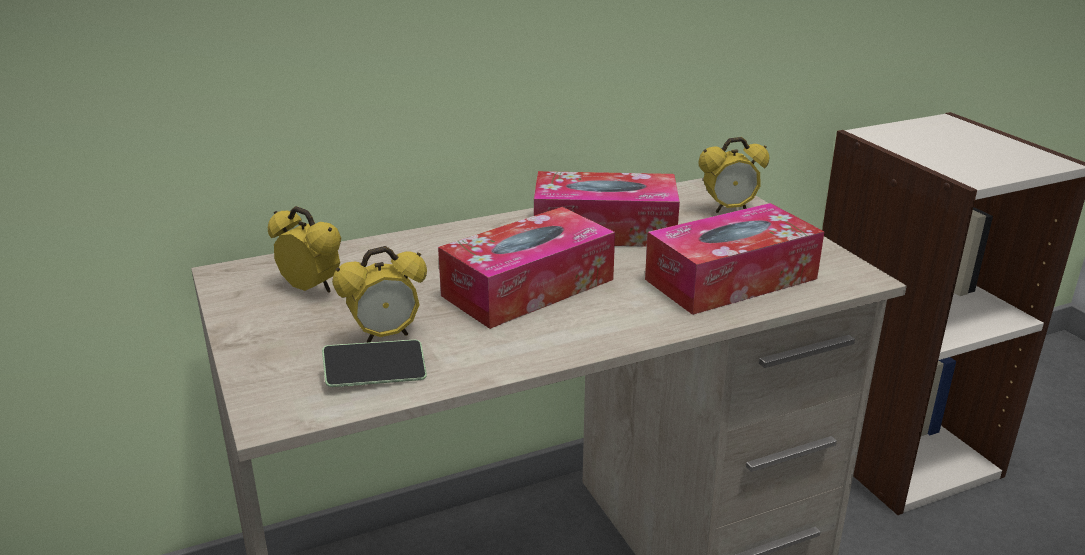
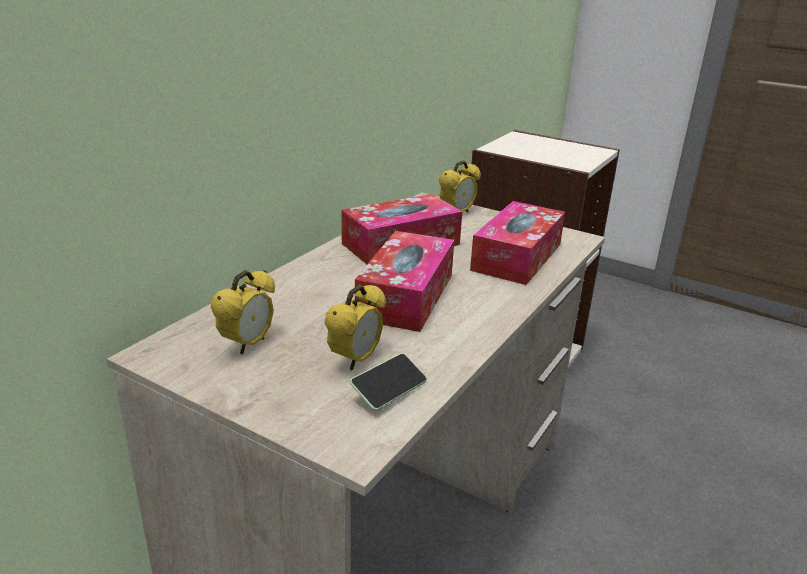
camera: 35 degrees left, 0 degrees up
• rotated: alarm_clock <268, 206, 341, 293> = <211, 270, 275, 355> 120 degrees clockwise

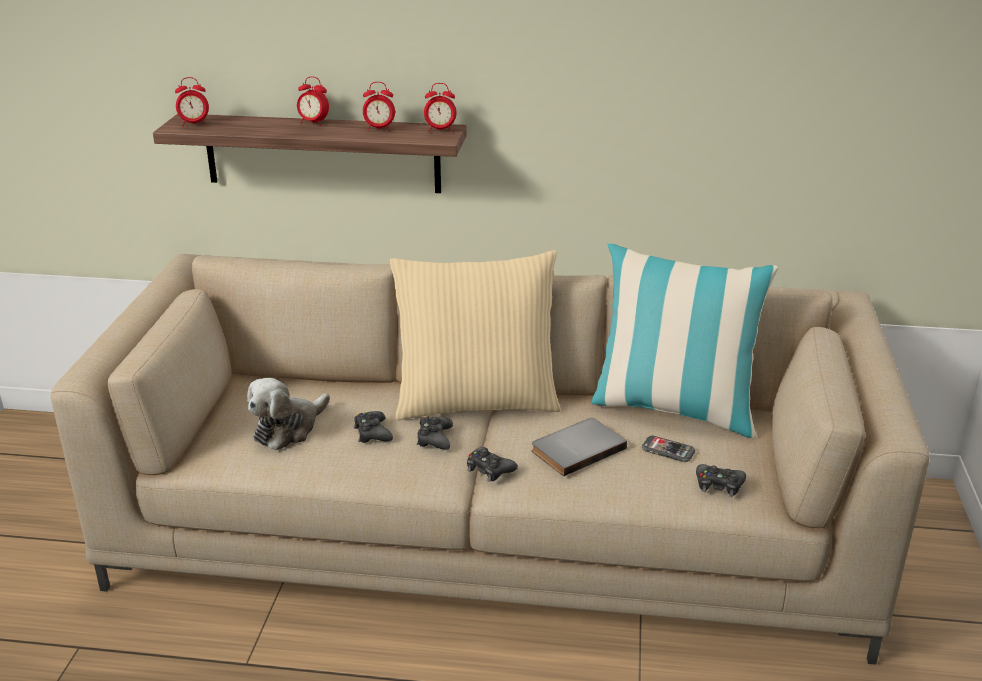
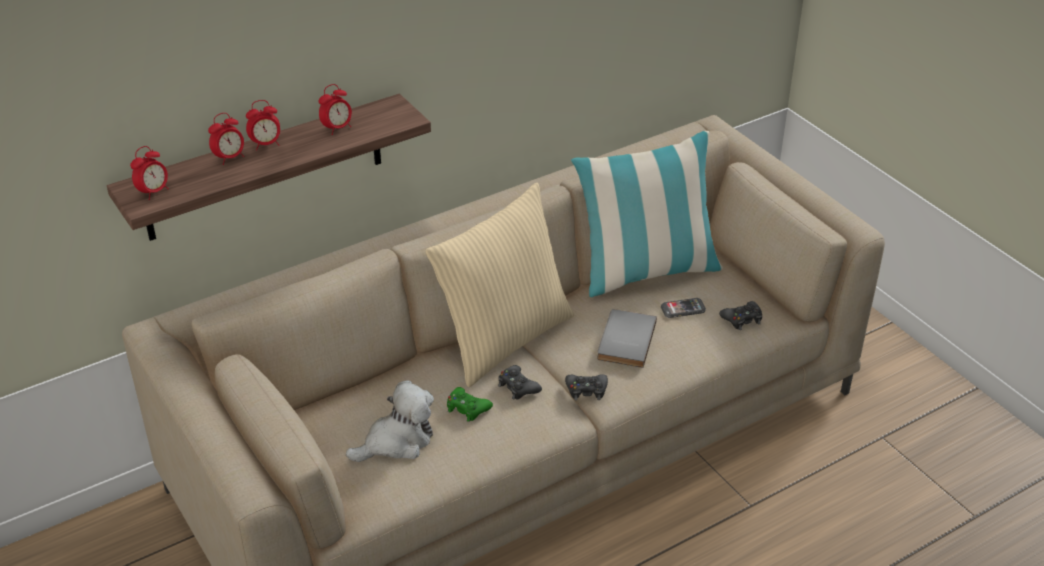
camera: 40 degrees left, 10 degrees up
• shifted: alarm_clock <424, 83, 457, 132> to <208, 113, 244, 165>
• rotated: plush_toy <247, 378, 330, 450> = <346, 380, 434, 462> 120 degrees counterclockwise
• repainted: black_game_controller <354, 411, 393, 443> to green_game_controller <447, 387, 493, 422>

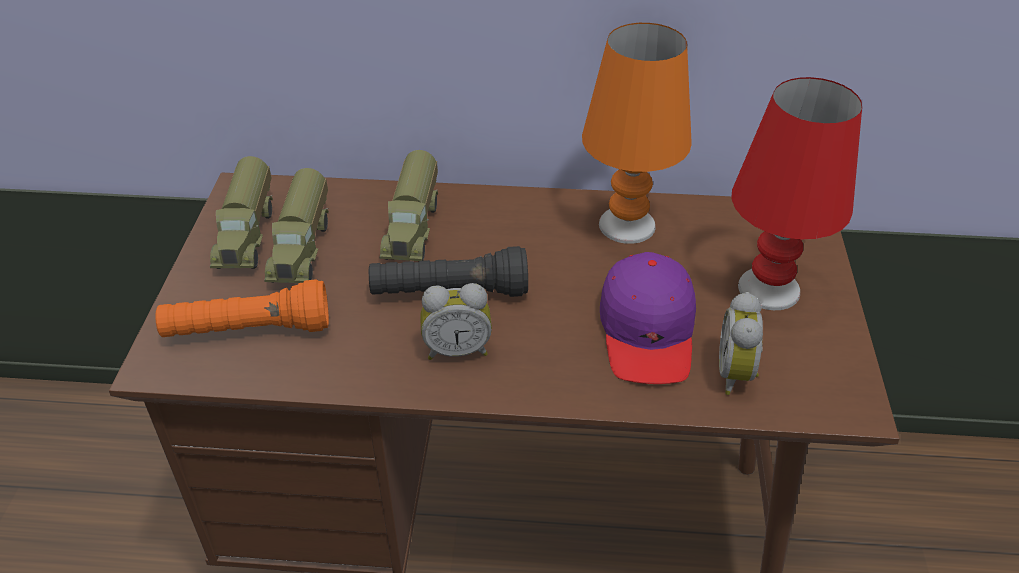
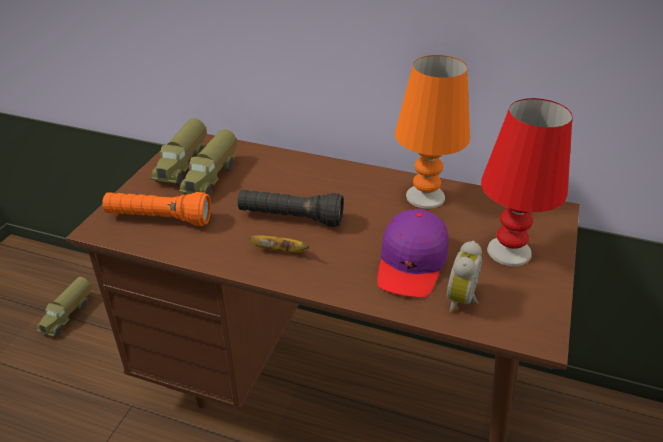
camera: 15 degrees right, 5 degrees down
• shifted: toy_truck <380, 150, 438, 261> to <36, 277, 92, 337>
• swapped: alarm_clock <420, 283, 492, 360> to banana <249, 235, 309, 253>

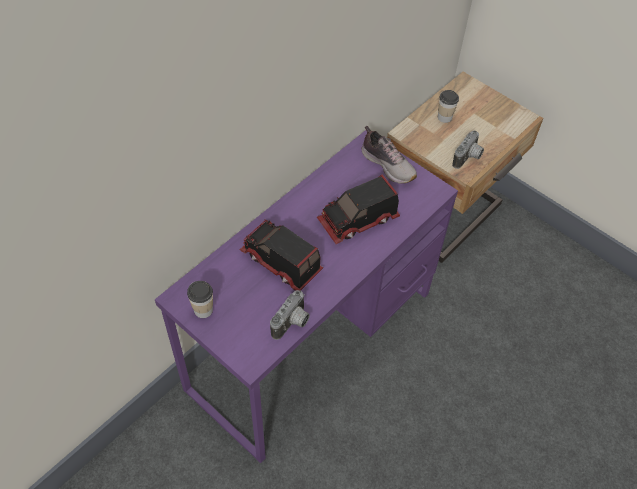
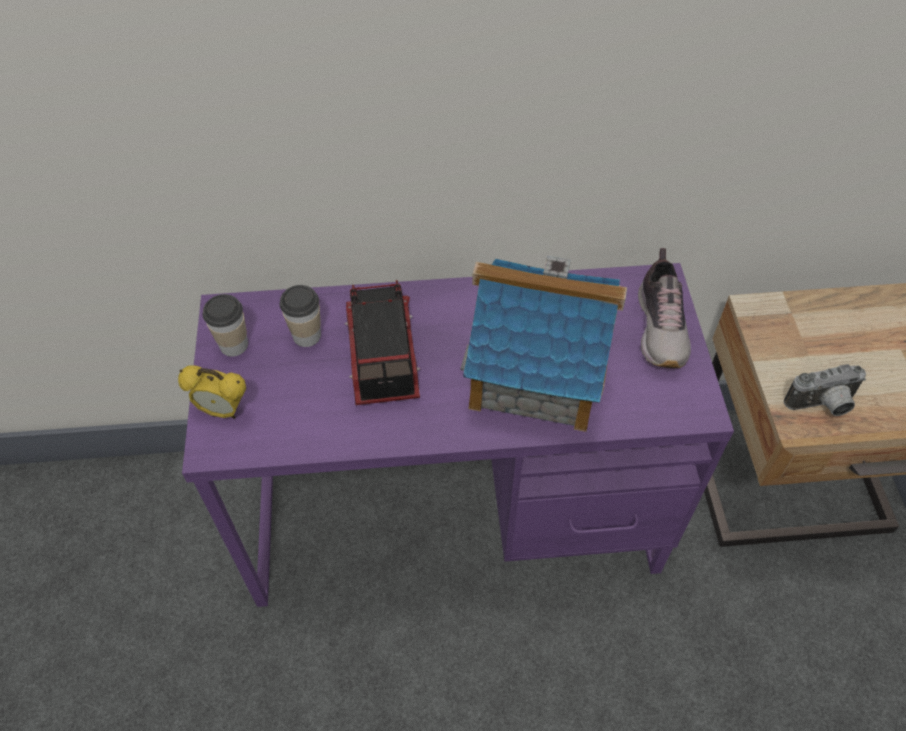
camera: 45 degrees right, 0 degrees up
• shifted: cup <438, 90, 459, 123> to <280, 285, 321, 347>
• swapped: toy_truck <317, 174, 400, 244> to toy_house <461, 256, 627, 432>
• gone: photo_camera <270, 290, 310, 340>
• new: alarm_clock <178, 365, 246, 419>

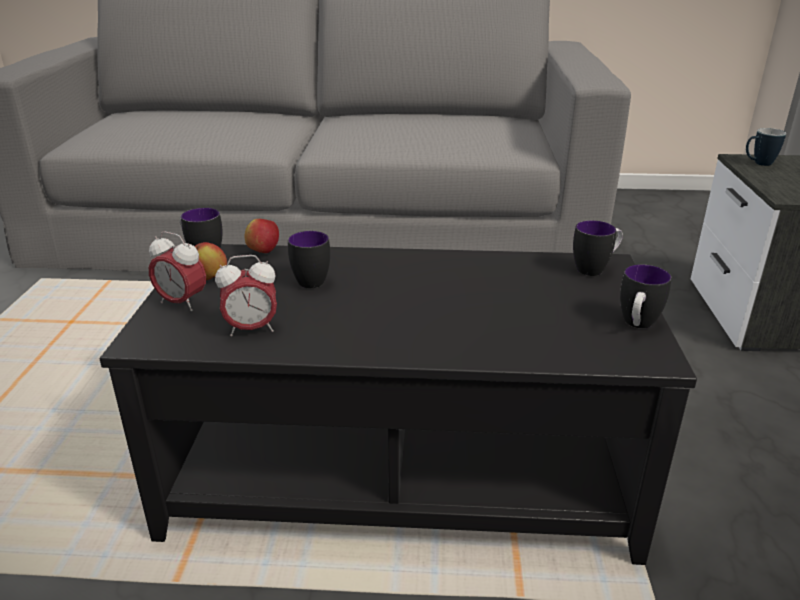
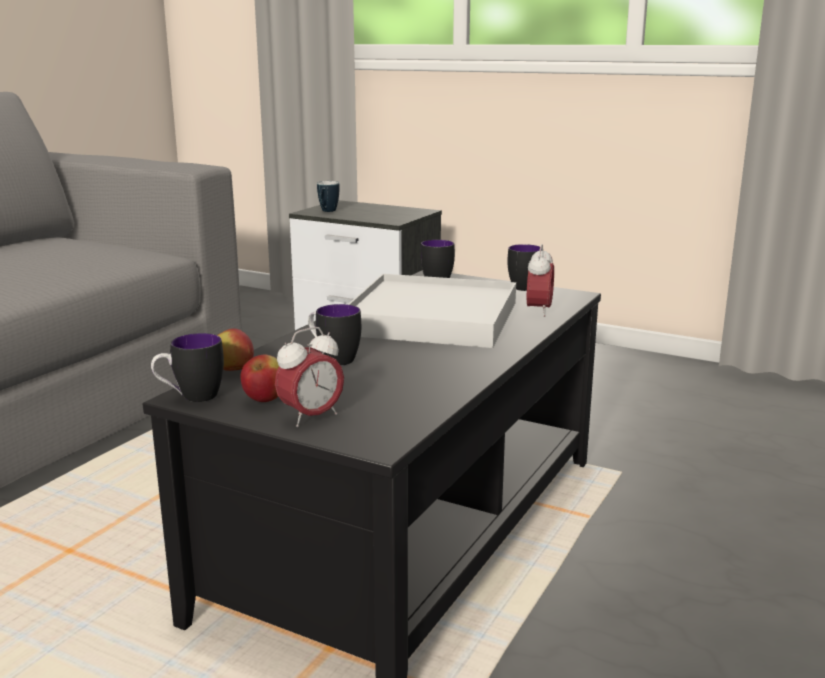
camera: 65 degrees left, 10 degrees down
• shifted: alarm_clock <215, 255, 277, 336> to <527, 244, 554, 317>
• new: white_tray <348, 274, 516, 348>

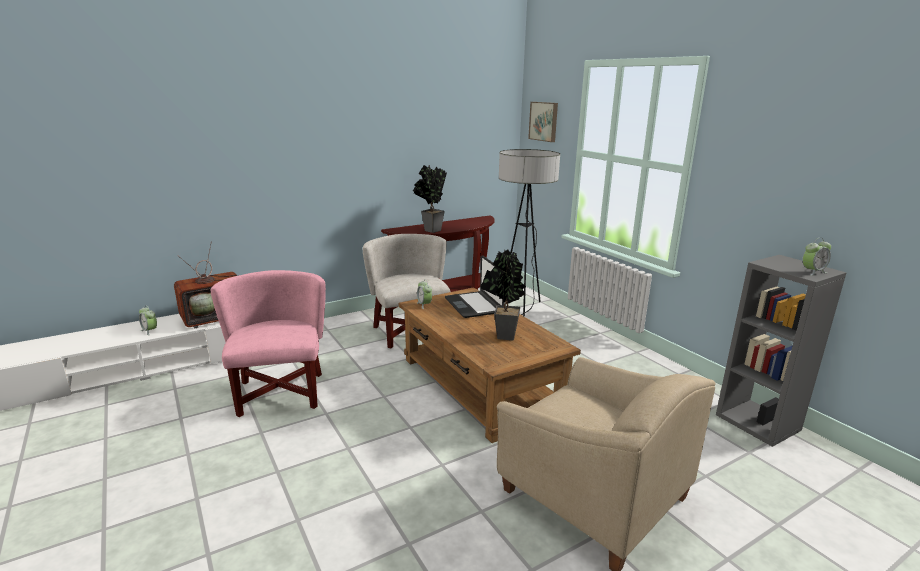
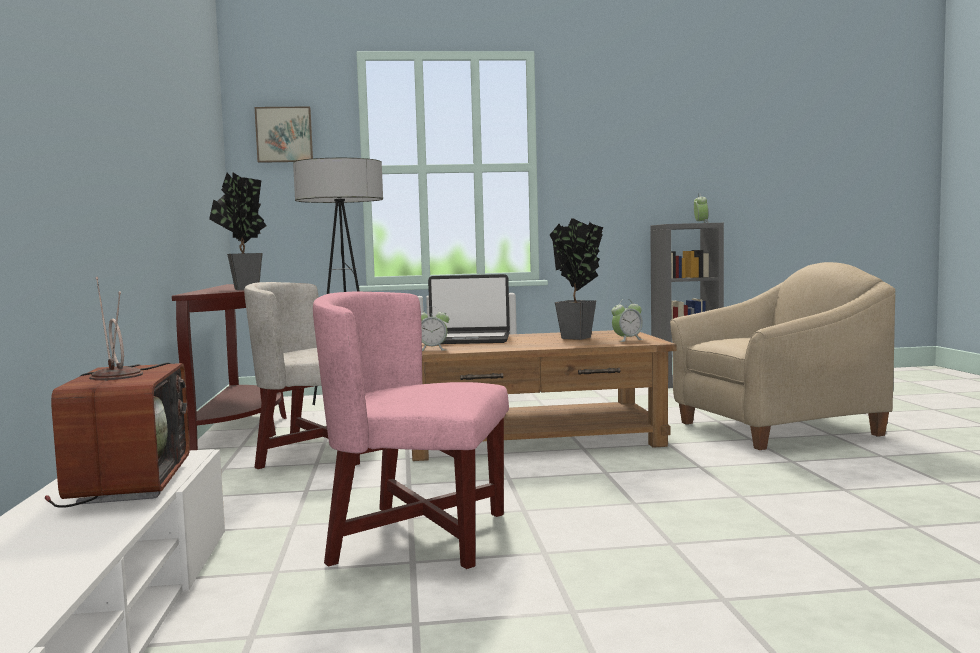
camera: 65 degrees left, 15 degrees down
• shifted: alarm_clock <139, 306, 157, 336> to <611, 299, 643, 342>

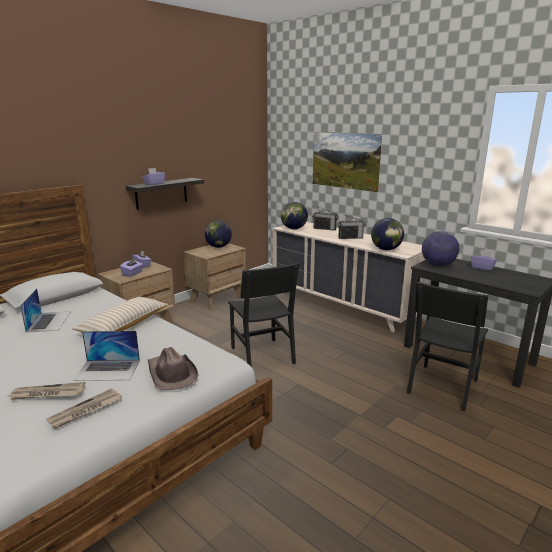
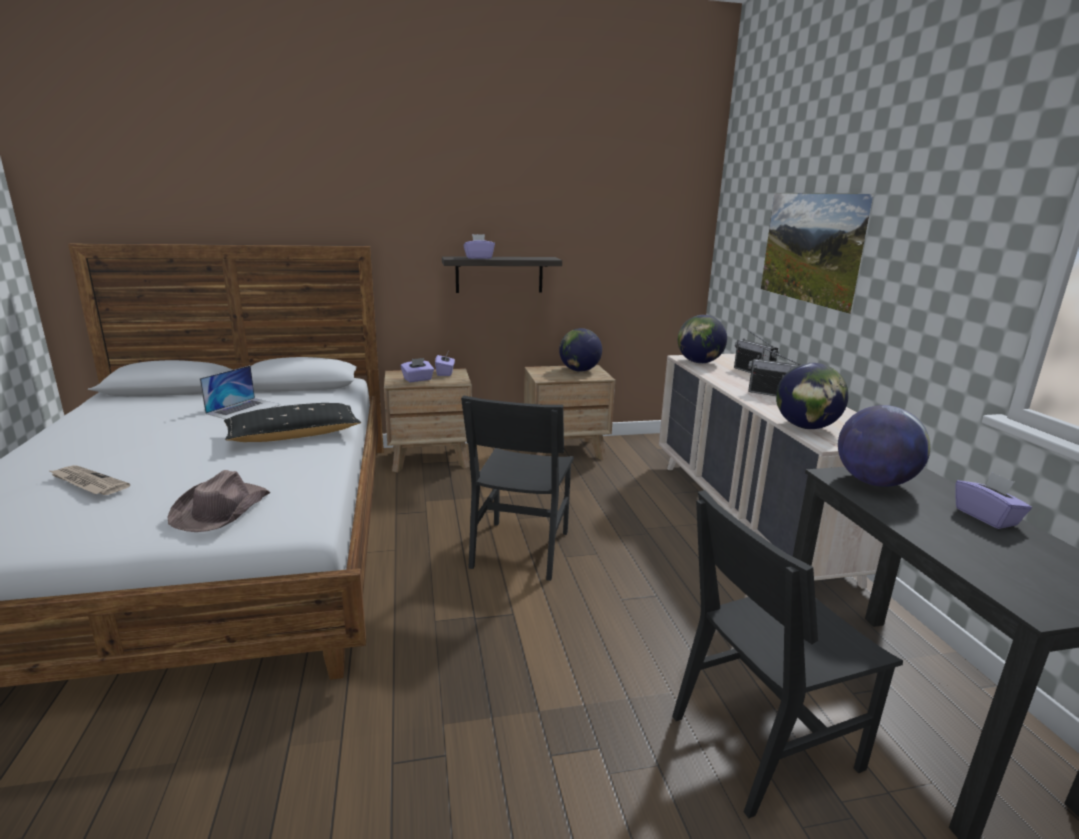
camera: 35 degrees right, 0 degrees up
• repainted: beige_pillow <72, 297, 168, 332> to black_pillow <224, 403, 361, 442>
• gone: laptop <73, 331, 140, 381>
• gone: newspaper <47, 388, 122, 429>

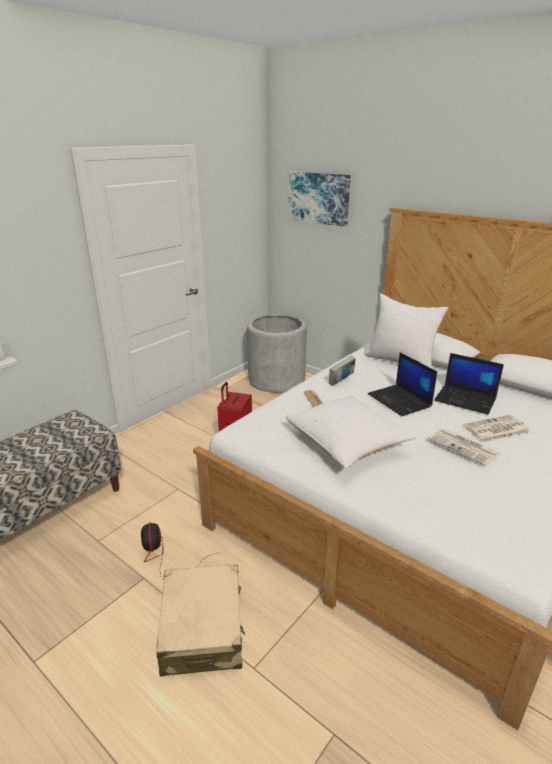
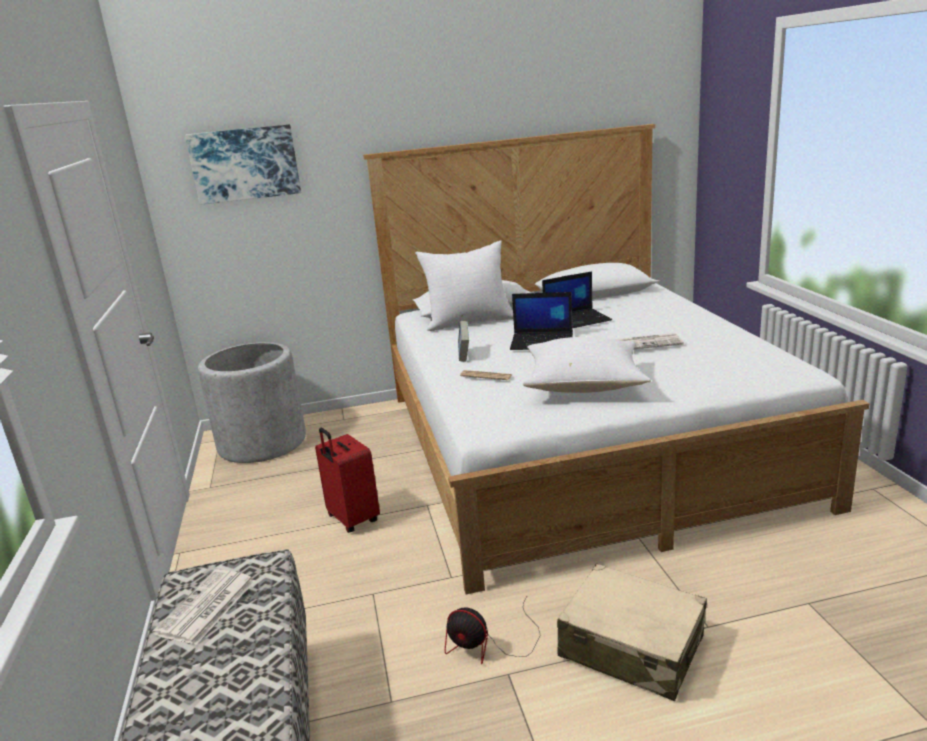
camera: 50 degrees left, 5 degrees down
• shifted: newspaper <463, 415, 530, 442> to <152, 569, 255, 645>

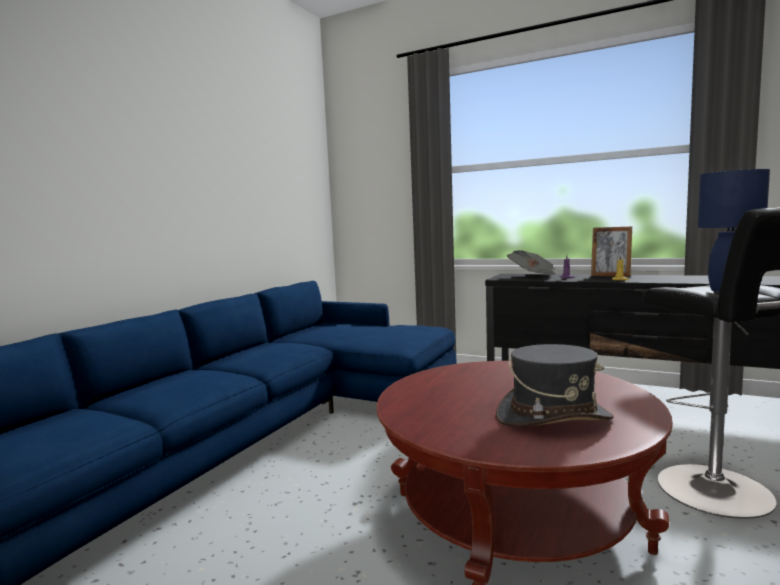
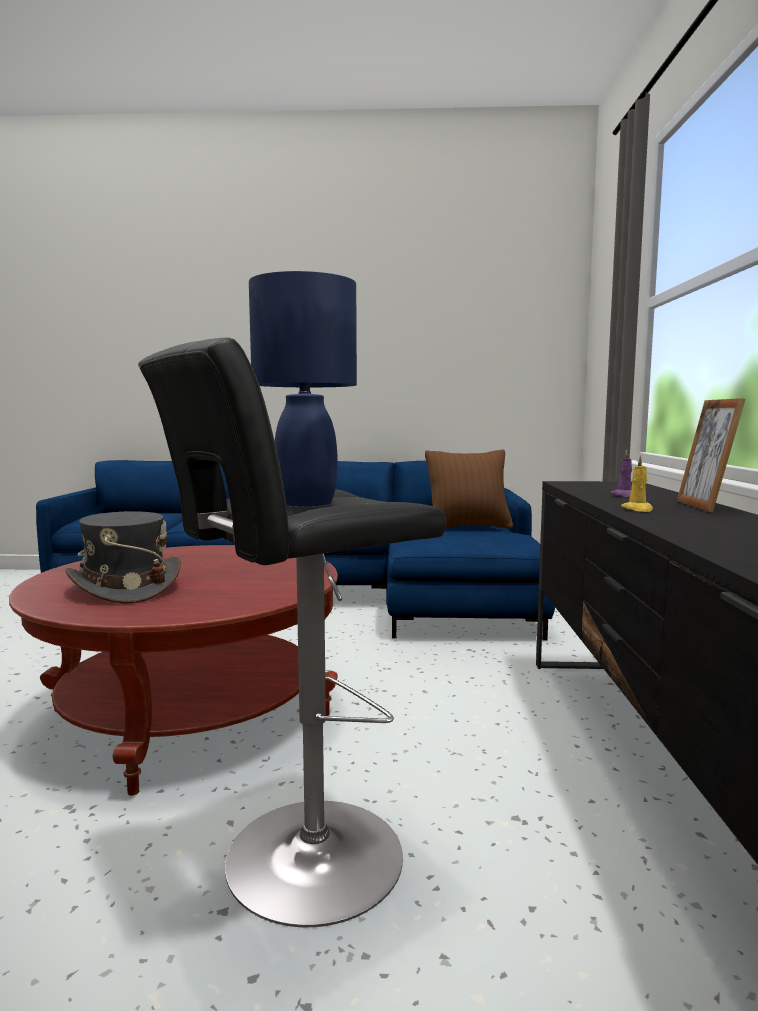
camera: 65 degrees right, 0 degrees up
• gone: newspaper <507, 250, 556, 275>
• new: brown_pillow <425, 450, 513, 529>

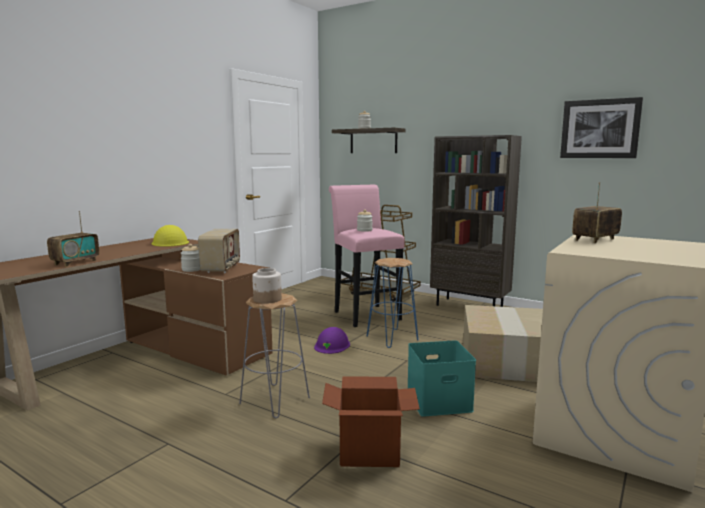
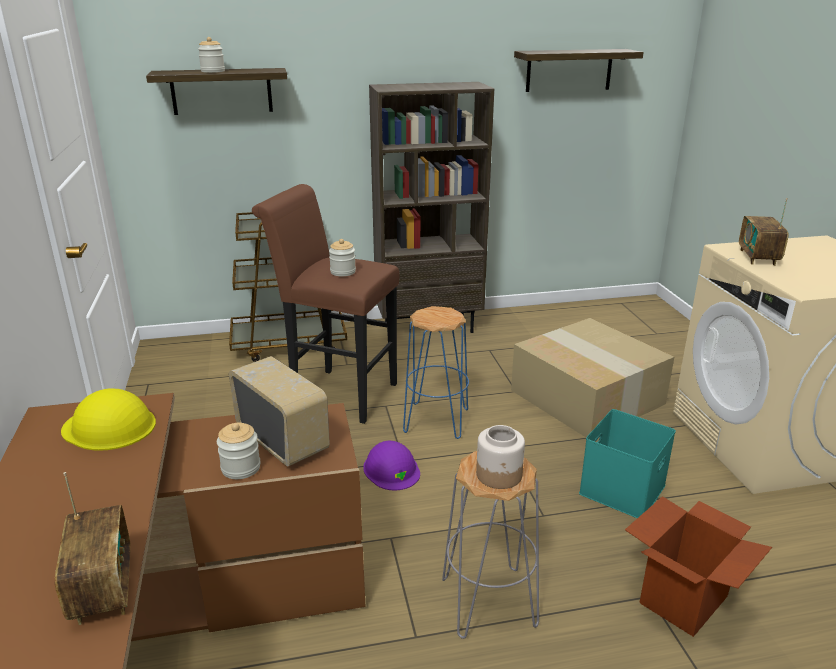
camera: 45 degrees left, 15 degrees up
• swapped: picture <560, 97, 643, 158> to shelf <514, 49, 644, 92>
• repainted: pink_stool <329, 185, 405, 327> to brown_stool <252, 184, 399, 424>

